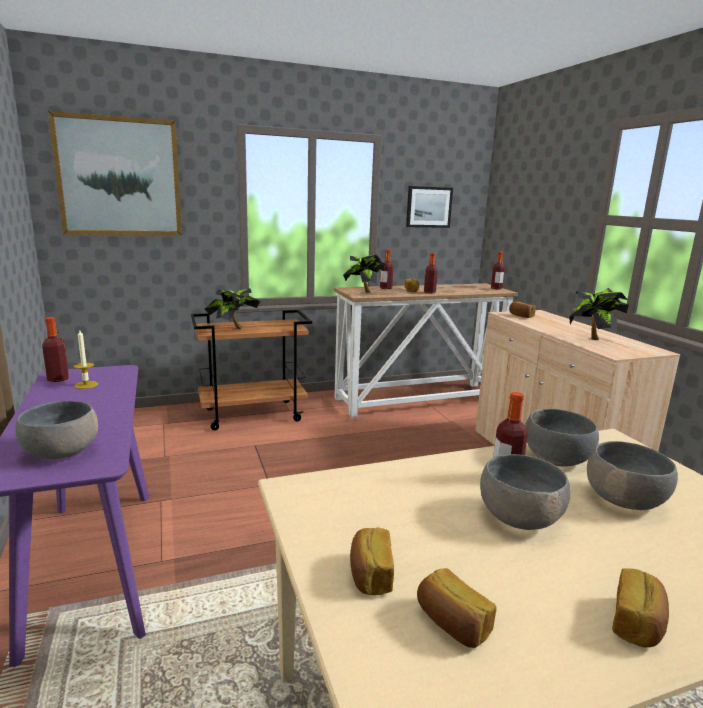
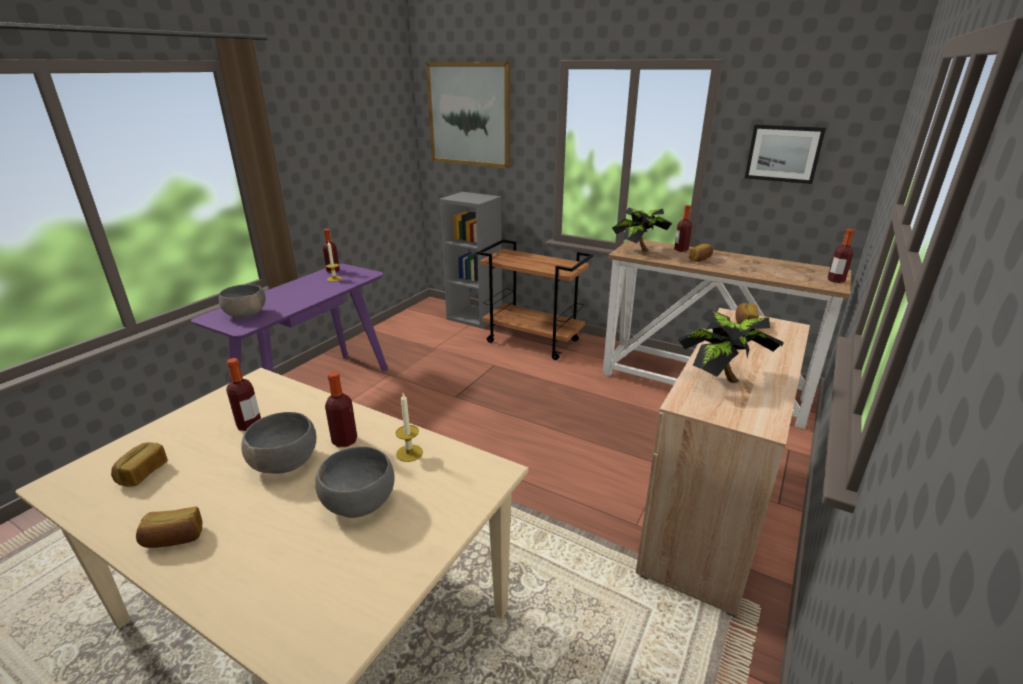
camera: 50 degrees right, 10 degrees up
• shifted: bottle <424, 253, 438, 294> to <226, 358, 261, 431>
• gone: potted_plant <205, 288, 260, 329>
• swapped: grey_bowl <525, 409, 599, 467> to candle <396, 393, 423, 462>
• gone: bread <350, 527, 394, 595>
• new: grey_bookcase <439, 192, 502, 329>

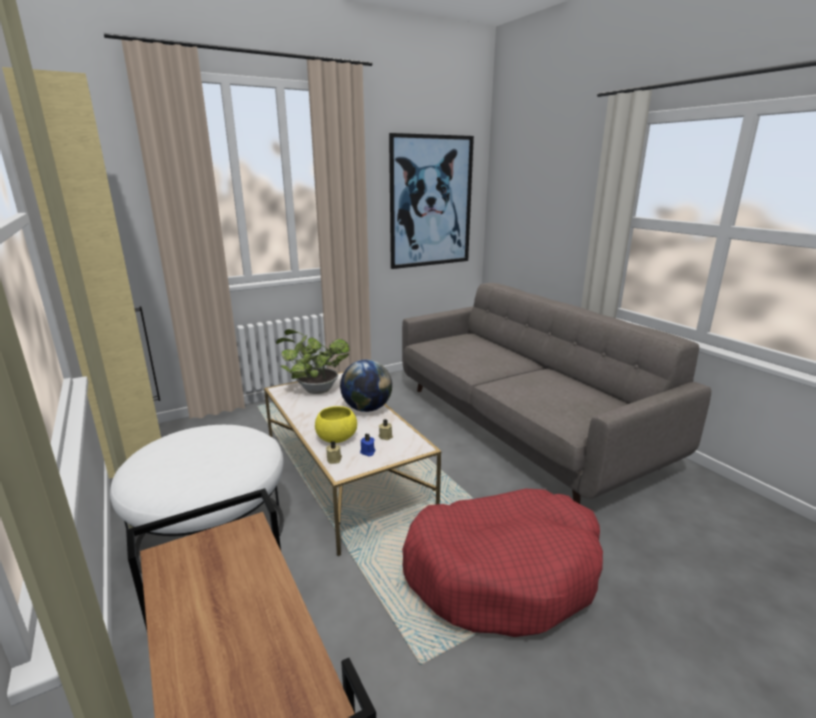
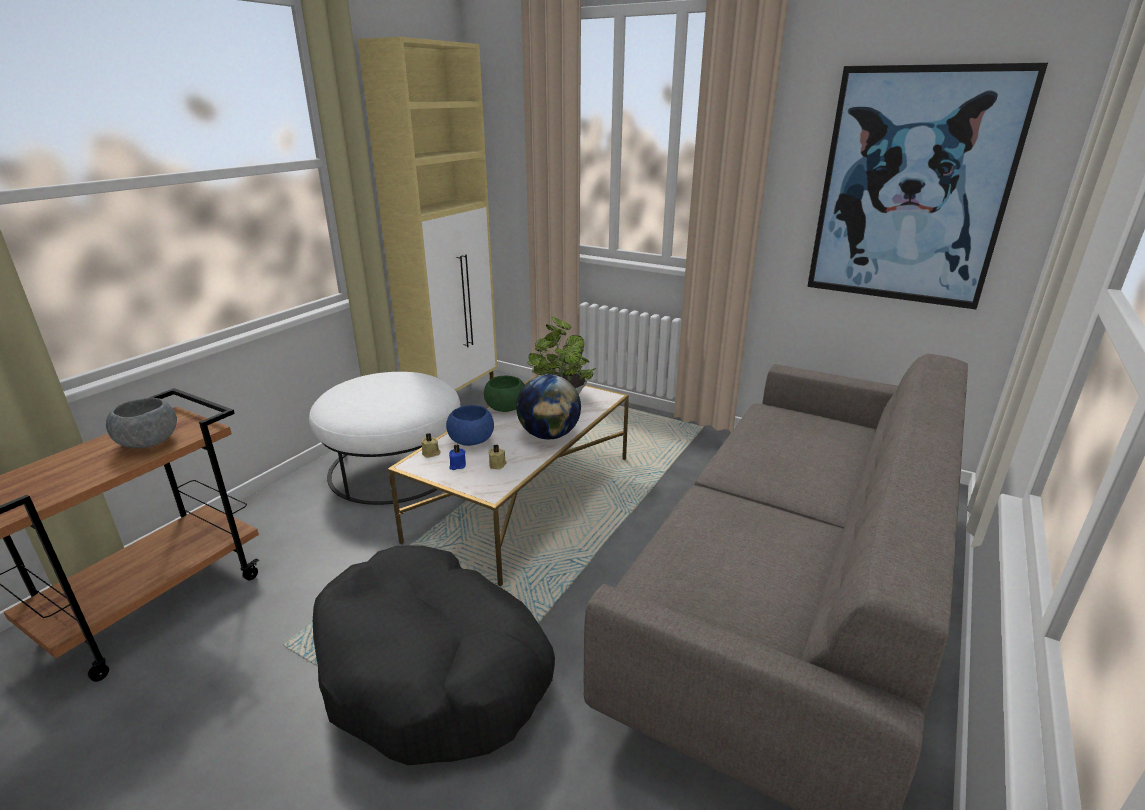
camera: 60 degrees right, 5 degrees up
• repainted: yellow_bowl <315, 406, 357, 443> to blue_bowl <446, 405, 494, 446>
• repainted: red_dog_bed <402, 489, 603, 637> to black_dog_bed <313, 545, 555, 765>
• new: green_bowl <484, 376, 525, 412>
• new: grey_bowl <106, 398, 177, 448>

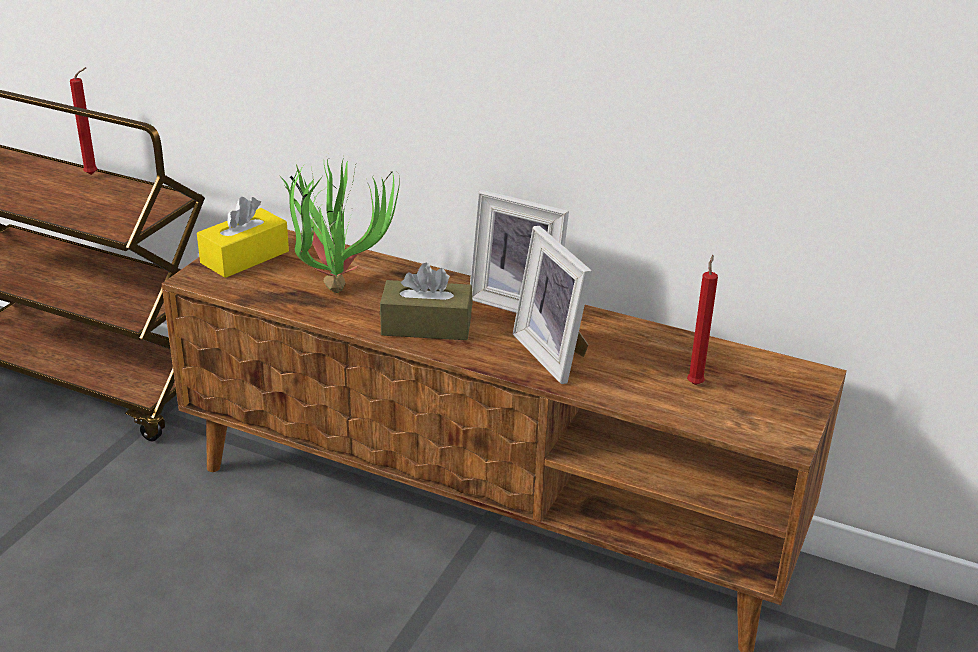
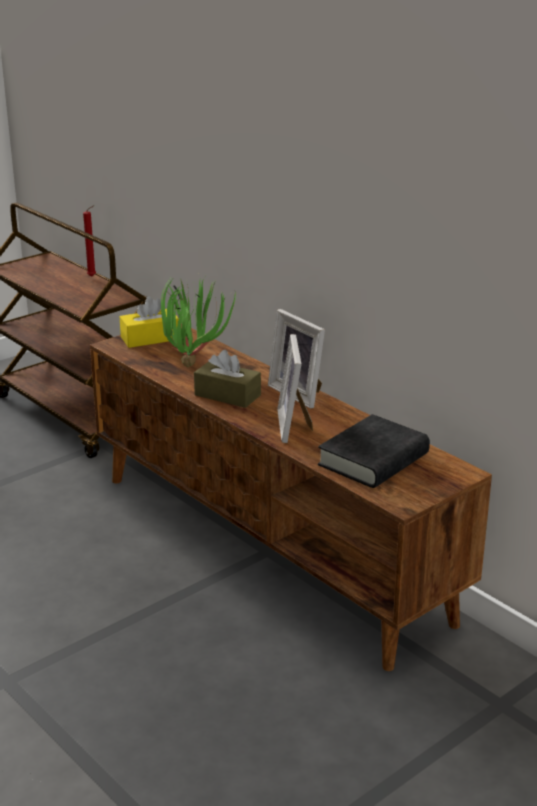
camera: 25 degrees right, 5 degrees down
• swapped: red_candle <687, 255, 718, 385> to black_book <318, 414, 430, 488>

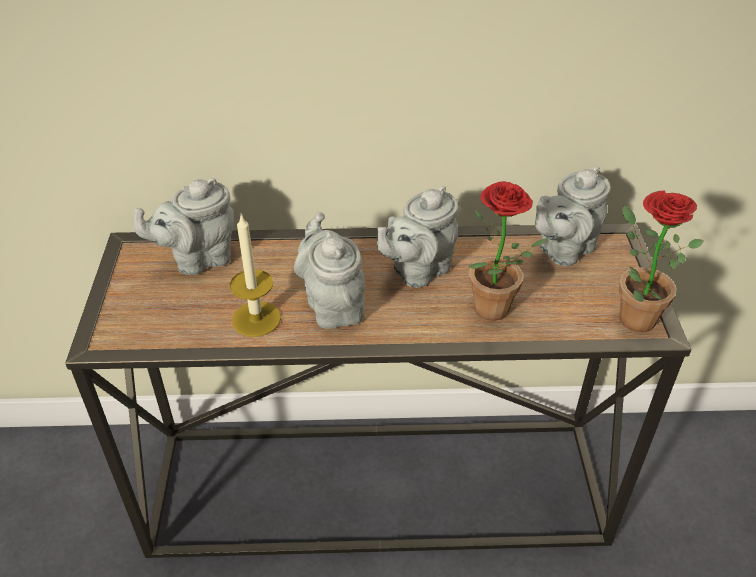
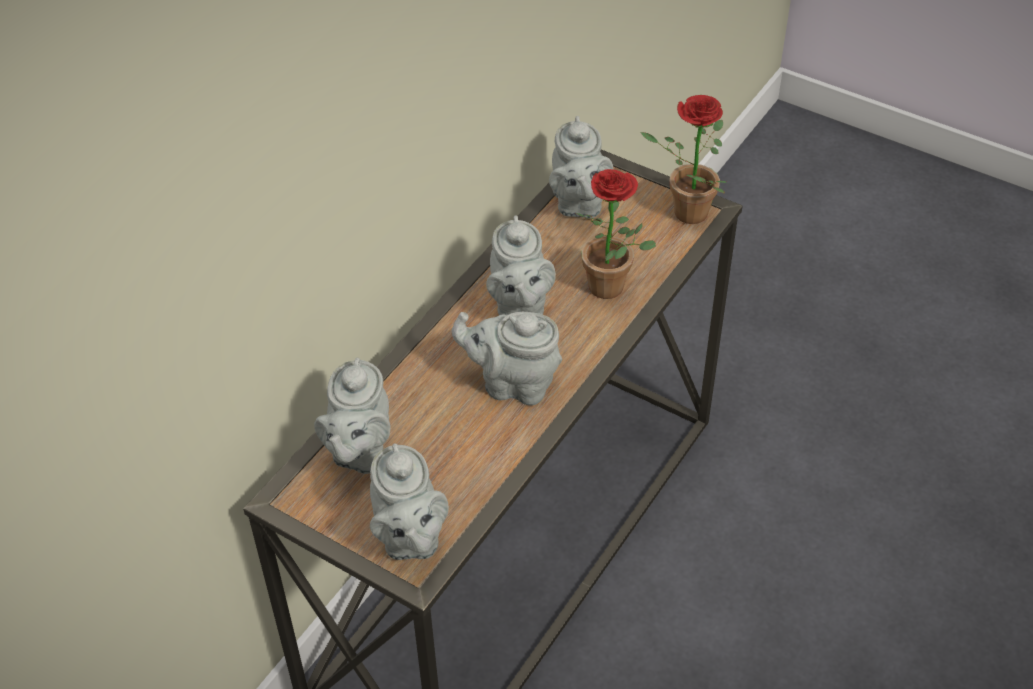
camera: 55 degrees left, 5 degrees up
• gone: candle <229, 214, 281, 337>
• new: grey_teapot <370, 443, 449, 560>

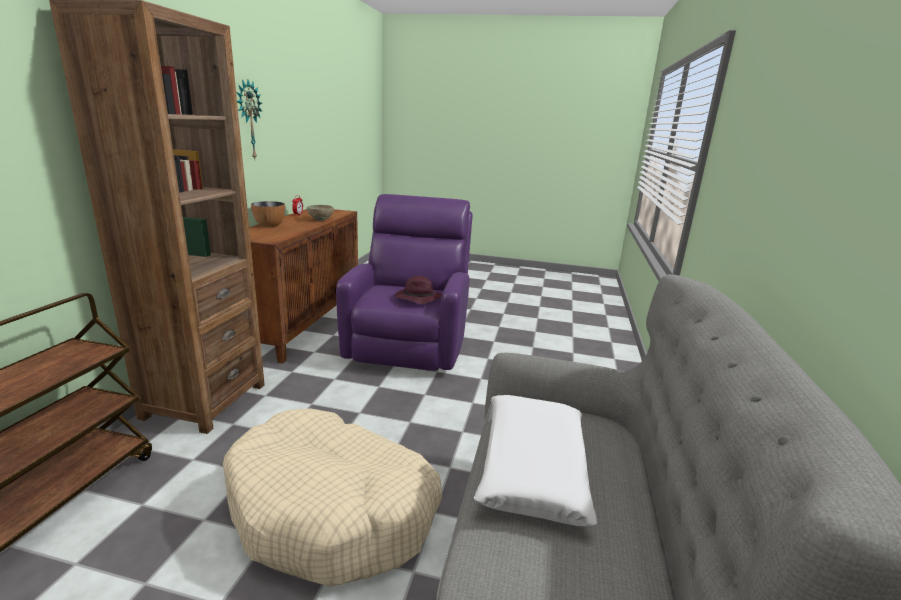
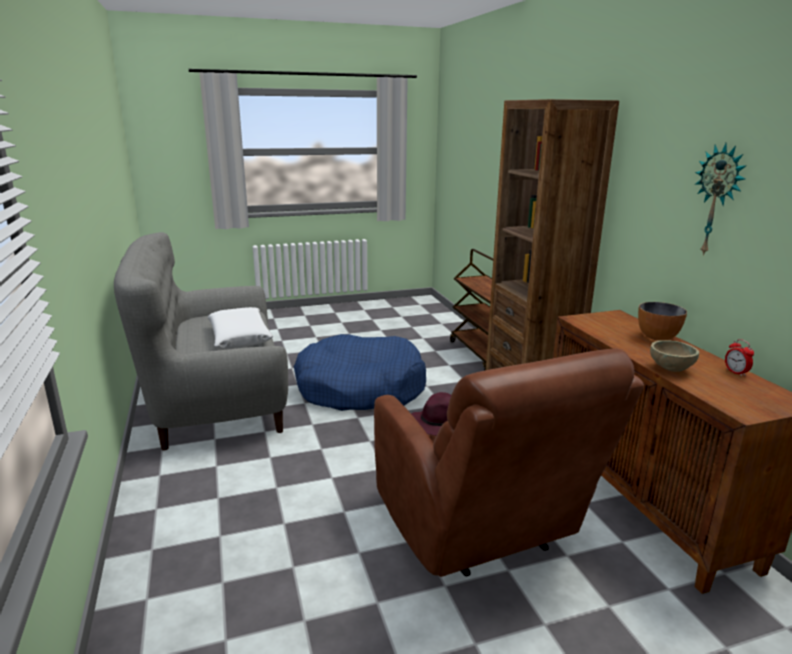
camera: 150 degrees right, 0 degrees up
• repainted: purple_armchair <336, 194, 473, 371> to brown_armchair <374, 348, 644, 577>
• repainted: beige_dog_bed <223, 408, 442, 587> to blue_dog_bed <294, 334, 426, 411>

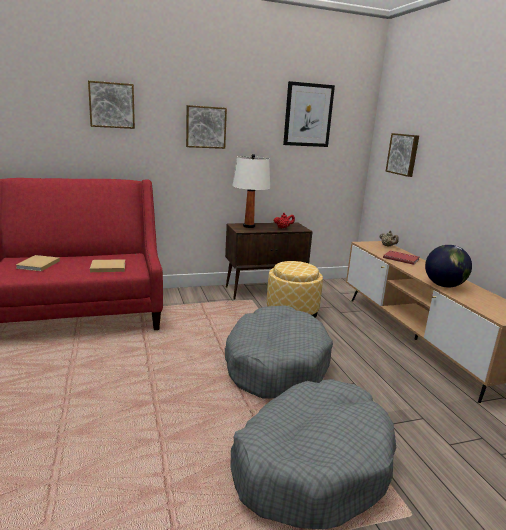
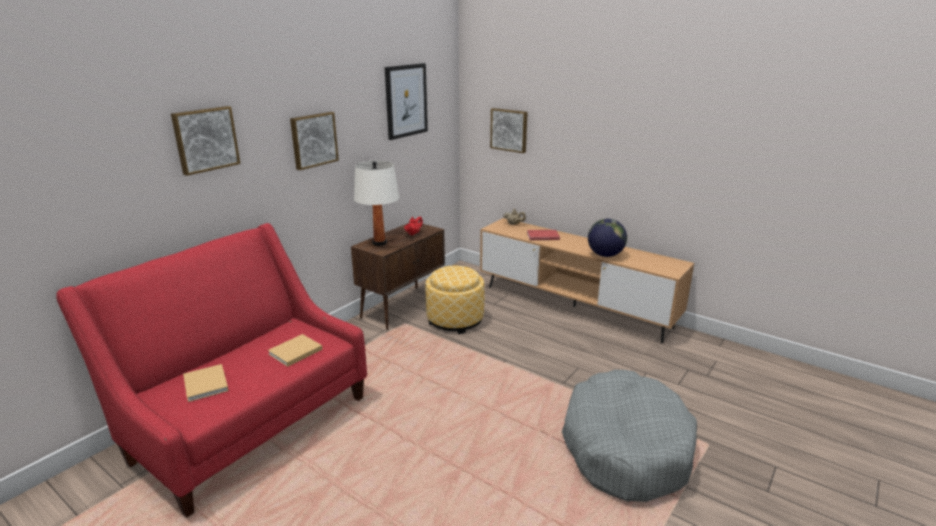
camera: 35 degrees left, 5 degrees up
• gone: grey_dog_bed <225, 305, 333, 399>

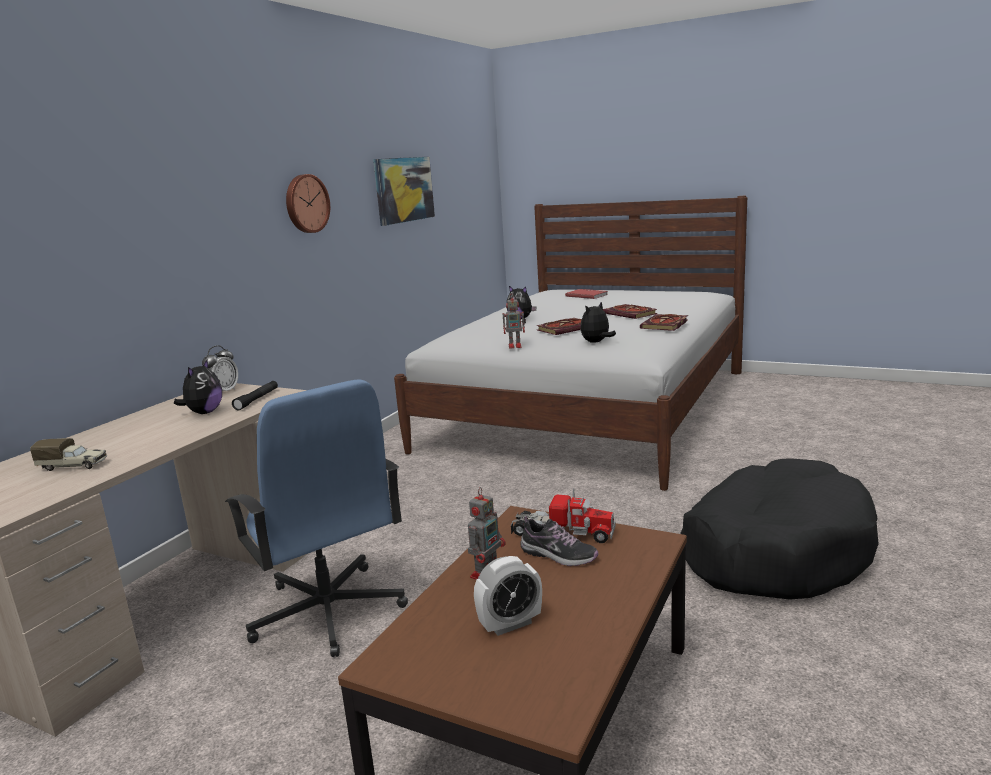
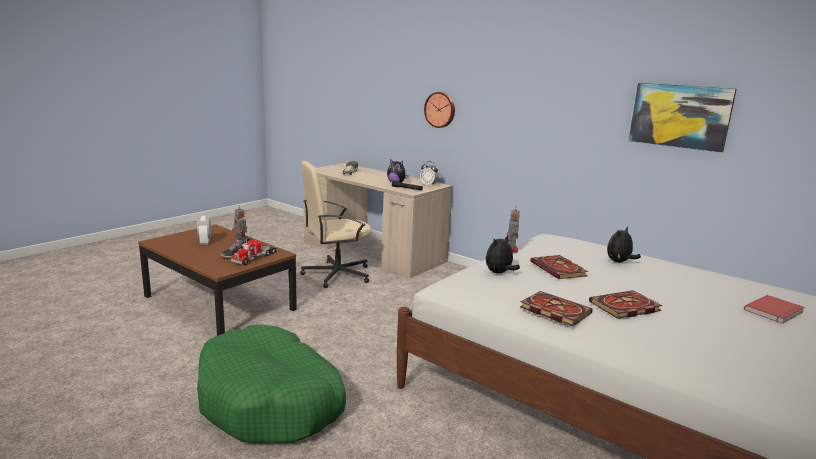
camera: 100 degrees right, 0 degrees up
• shifted: wall_clock <286, 174, 330, 233> to <424, 92, 455, 128>
• rotated: plush_toy <580, 302, 616, 343> = <486, 235, 520, 273> 105 degrees counterclockwise
• repainted: blue_office_chair <225, 379, 408, 657> to beige_office_chair <300, 161, 371, 288>
• repainted: black_dog_bed <680, 459, 879, 600> to green_dog_bed <197, 325, 346, 444>

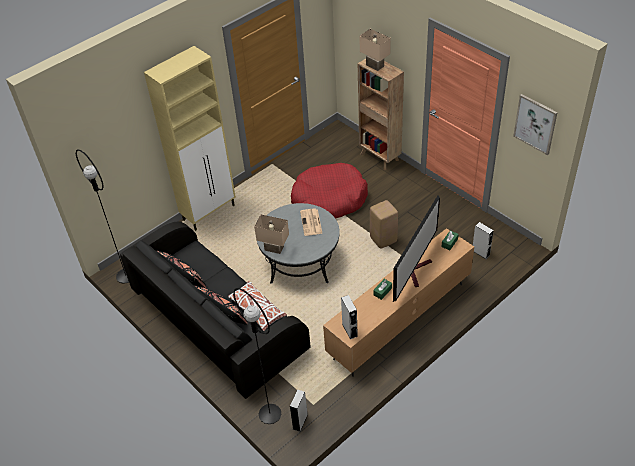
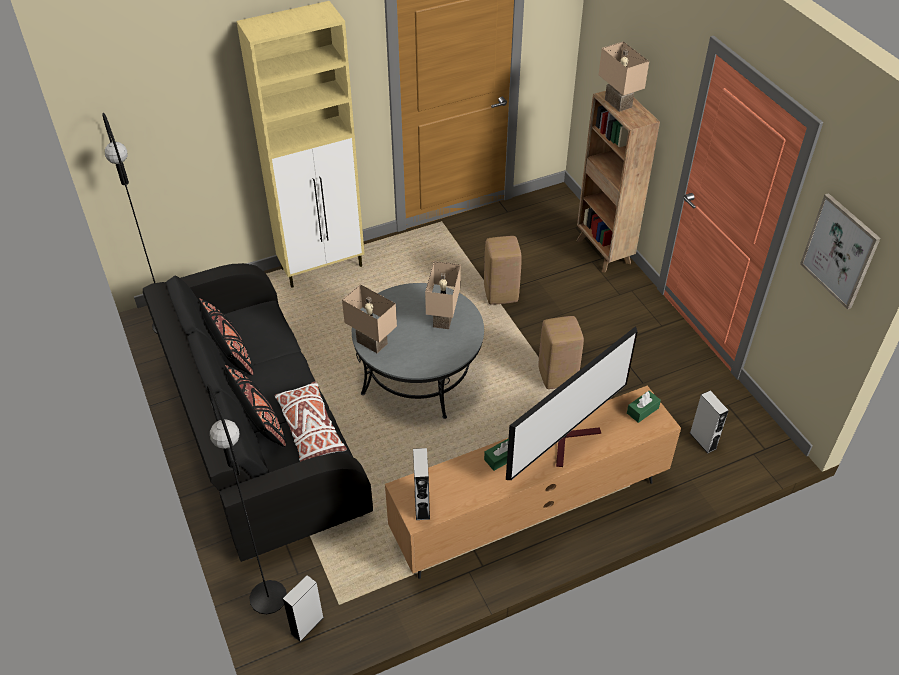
camera: 15 degrees right, 0 degrees up
• swapped: red_dog_bed <291, 163, 368, 219> to beige_stool <484, 236, 522, 305>
• swapped: newspaper <300, 208, 323, 236> to beige_table_lamp <425, 261, 461, 329>

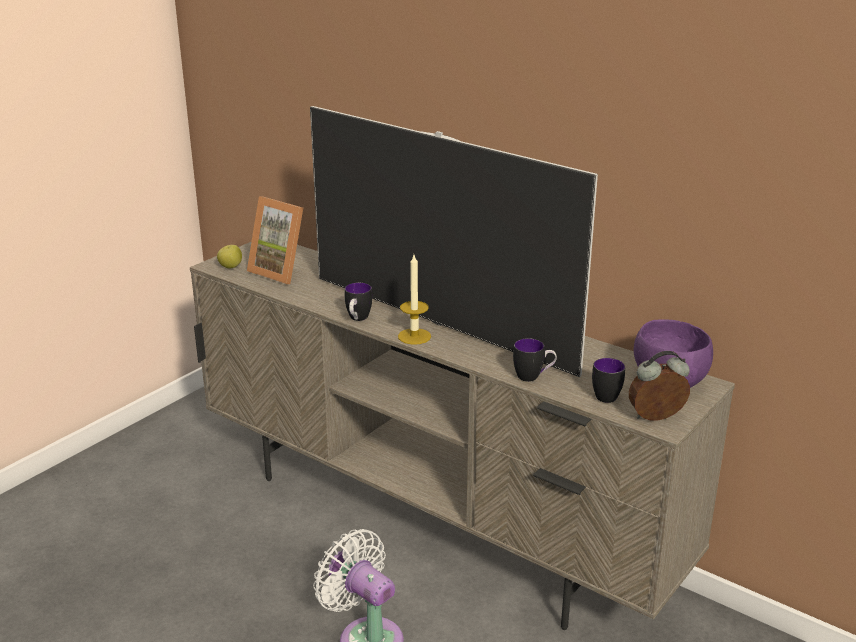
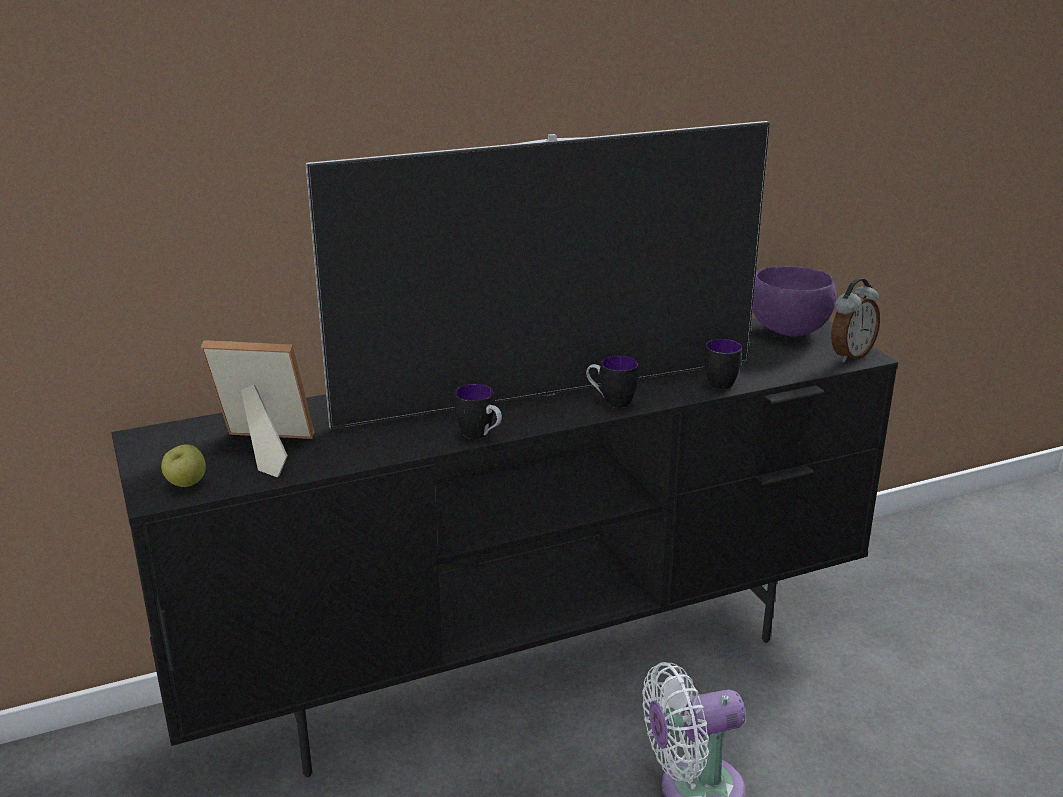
camera: 60 degrees left, 0 degrees up
• rotated: picture_frame <247, 196, 303, 284> = <201, 340, 314, 477> 150 degrees counterclockwise
• repainted: beige_tv_stand <190, 242, 735, 630> to black_tv_stand <112, 318, 898, 777>
• gone: candle <398, 255, 431, 345>
• rotated: alarm_clock <629, 351, 690, 420> = <831, 278, 880, 363> 150 degrees counterclockwise
• shifted: mug <592, 358, 625, 403> to <586, 356, 638, 408>

